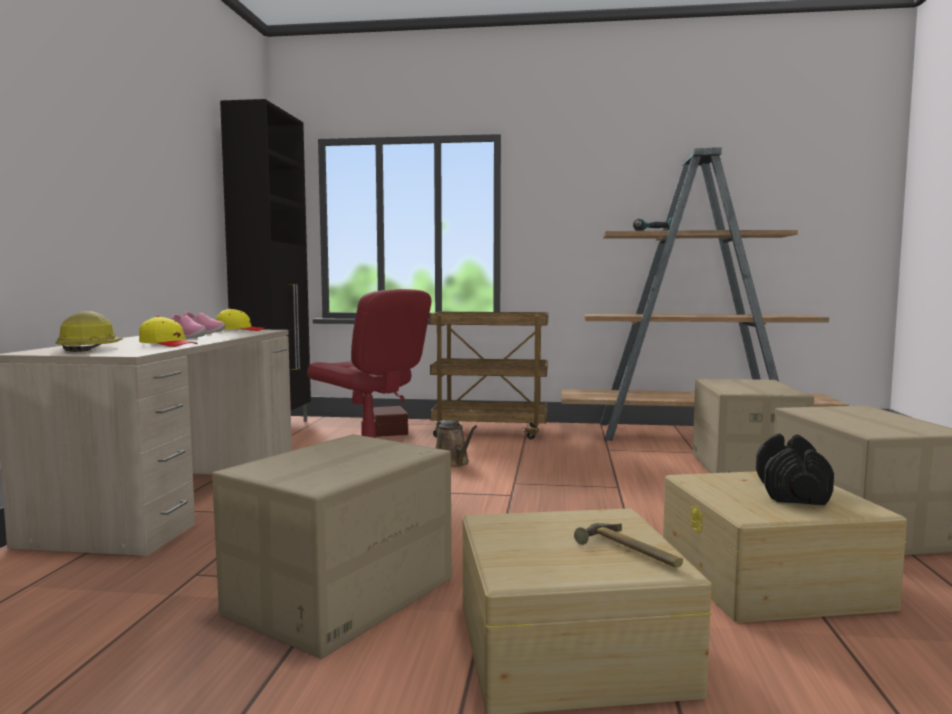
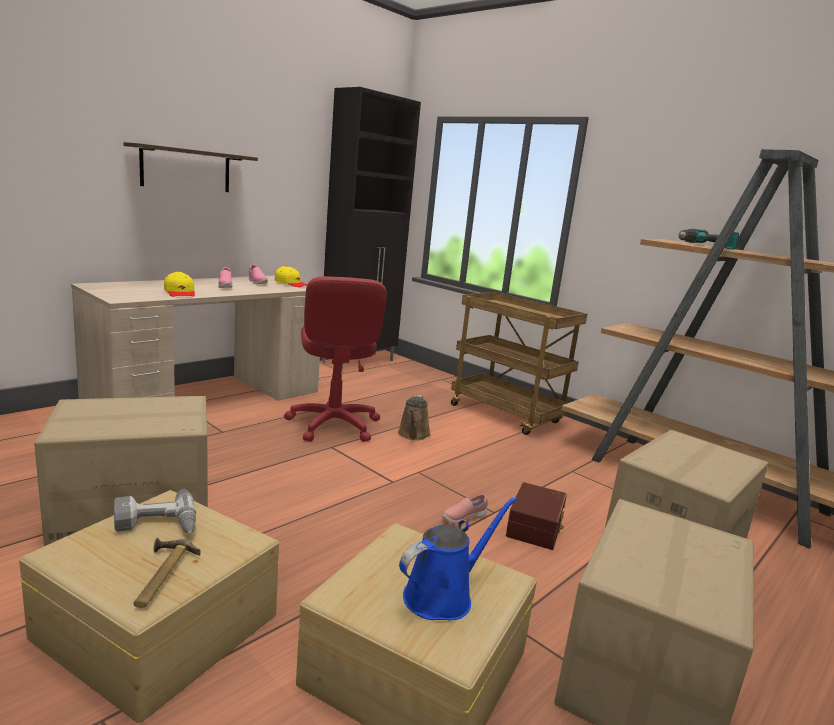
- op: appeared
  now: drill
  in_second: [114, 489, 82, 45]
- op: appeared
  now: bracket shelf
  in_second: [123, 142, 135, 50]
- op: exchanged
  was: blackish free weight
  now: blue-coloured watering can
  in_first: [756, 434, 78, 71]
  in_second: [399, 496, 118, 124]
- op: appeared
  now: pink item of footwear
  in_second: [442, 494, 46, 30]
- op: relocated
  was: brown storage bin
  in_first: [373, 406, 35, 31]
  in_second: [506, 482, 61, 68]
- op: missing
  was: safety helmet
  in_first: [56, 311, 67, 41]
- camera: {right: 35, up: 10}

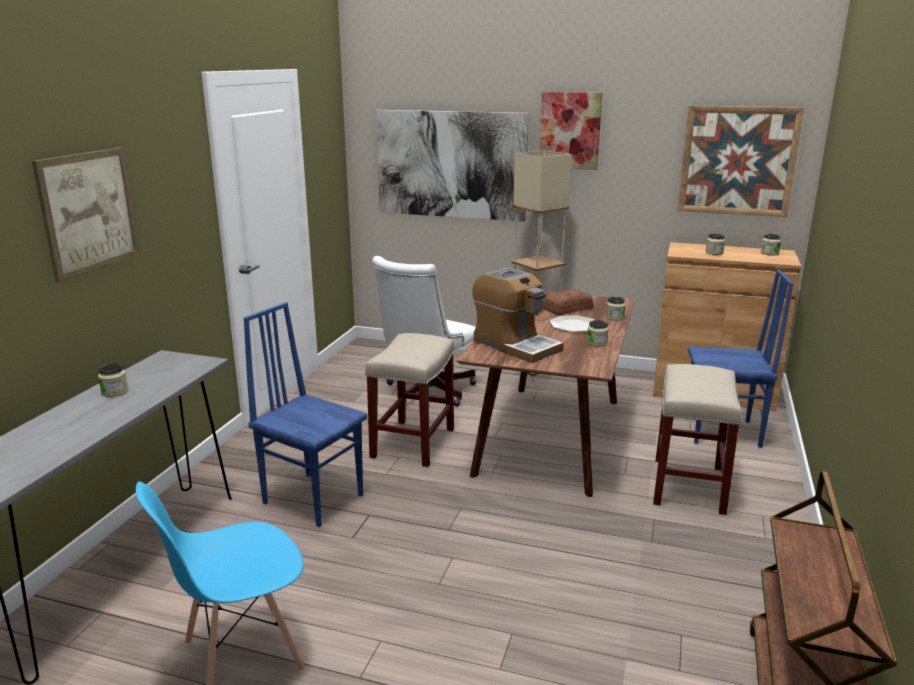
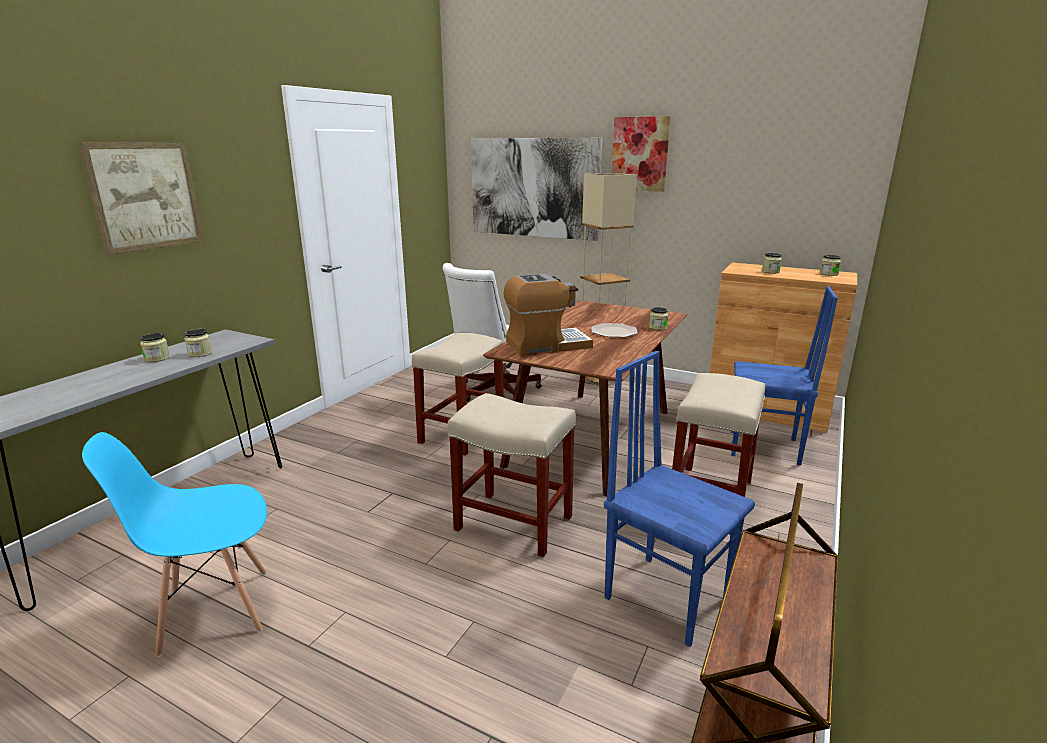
- op: relocated
  was: storage jar
  in_first: [587, 320, 22, 27]
  in_second: [185, 329, 27, 28]
- op: appeared
  now: beige-coloured sitting stool
  in_second: [447, 393, 129, 164]
- op: spun
  was: coffee maker
  in_first: [472, 268, 91, 95]
  in_second: [504, 274, 89, 82]
  clockwise: -75
- op: relocated
  was: blue-coloured plain chair
  in_first: [243, 302, 124, 225]
  in_second: [604, 351, 151, 296]
- op: missing
  was: bakery bread
  in_first: [543, 290, 51, 25]
- op: missing
  was: wall picture
  in_first: [678, 105, 126, 112]
- camera: {right: 10, up: 0}

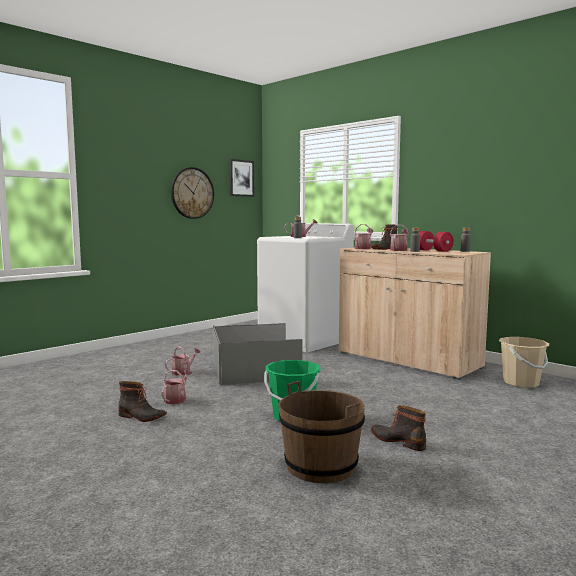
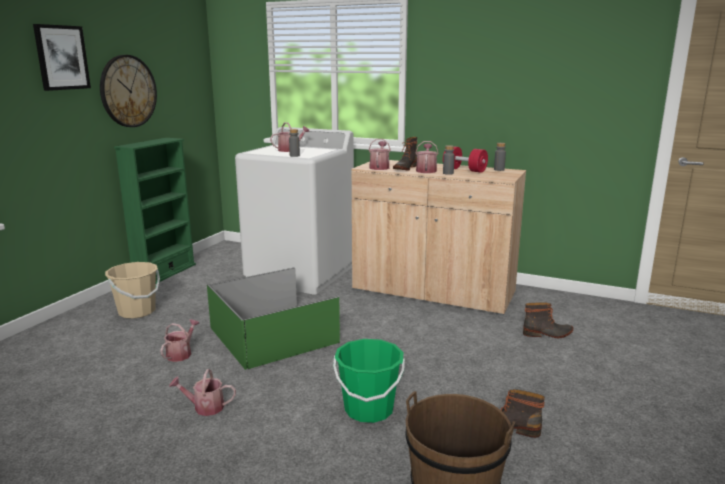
- op: relocated
  was: wall picture
  in_first: [229, 159, 25, 38]
  in_second: [33, 24, 58, 67]
- op: relocated
  was: beige-coloured bucket
  in_first: [499, 337, 50, 51]
  in_second: [105, 262, 55, 57]
- op: appeared
  now: green-coloured bookshelf
  in_second: [114, 138, 82, 145]
- op: spun
  was: watering can
  in_first: [162, 370, 30, 34]
  in_second: [169, 369, 67, 47]
  clockwise: -90
- op: colour
  was: gray storage bin
  now: green-coloured storage bin
  in_first: [213, 323, 89, 62]
  in_second: [207, 267, 133, 103]
- op: relocated
  was: high-top boot
  in_first: [118, 381, 49, 41]
  in_second: [523, 302, 50, 36]
- camera: {right: -20, up: 10}

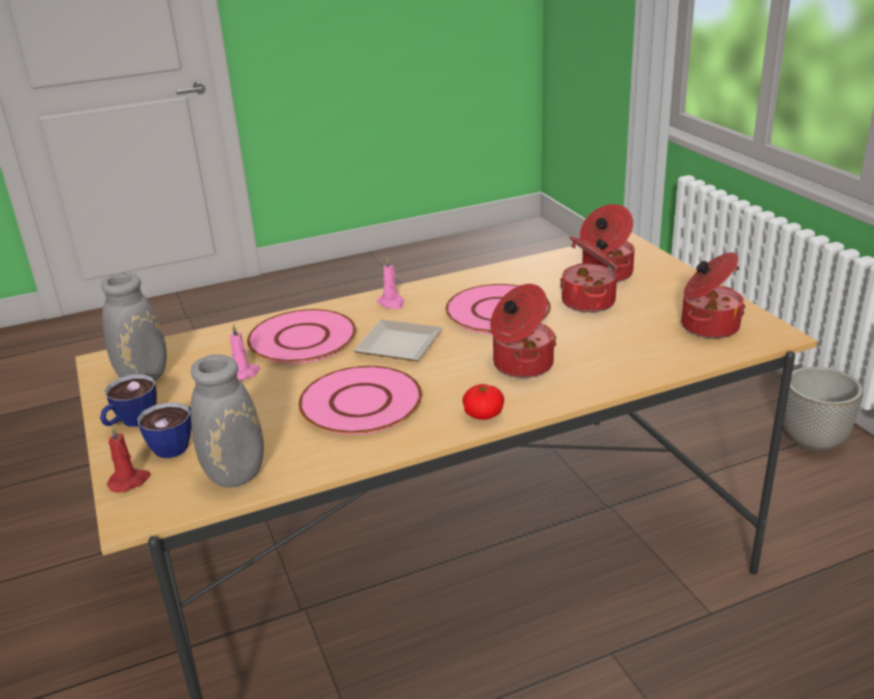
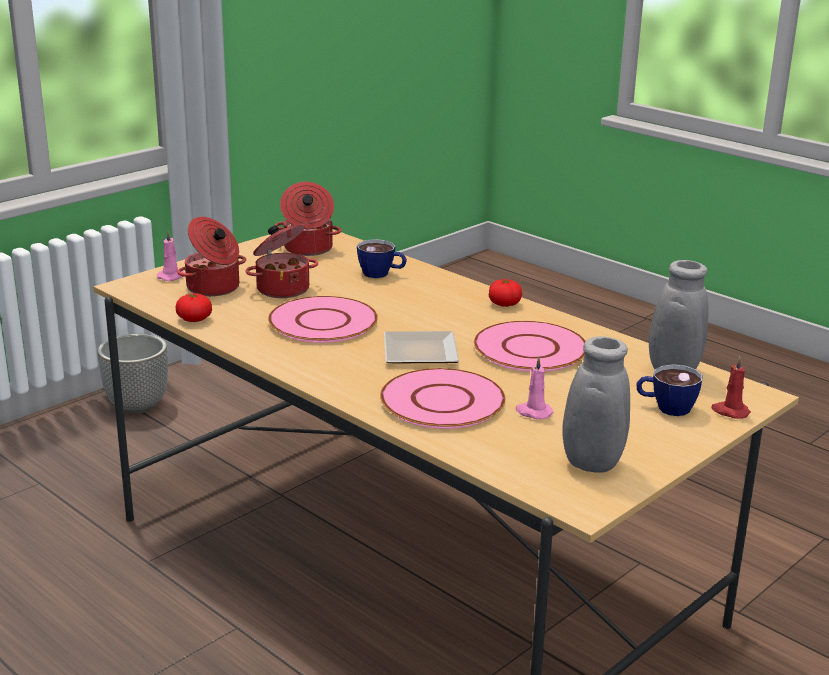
- op: relocated
  was: pink candle
  in_first: [377, 257, 27, 52]
  in_second: [157, 231, 28, 50]
- op: appeared
  now: whole tomato
  in_second: [176, 293, 36, 29]
- op: relocated
  was: cup
  in_first: [100, 374, 57, 53]
  in_second: [357, 239, 50, 39]
- op: missing
  was: stockpot
  in_first: [490, 284, 67, 94]
- camera: {right: -115, up: -5}

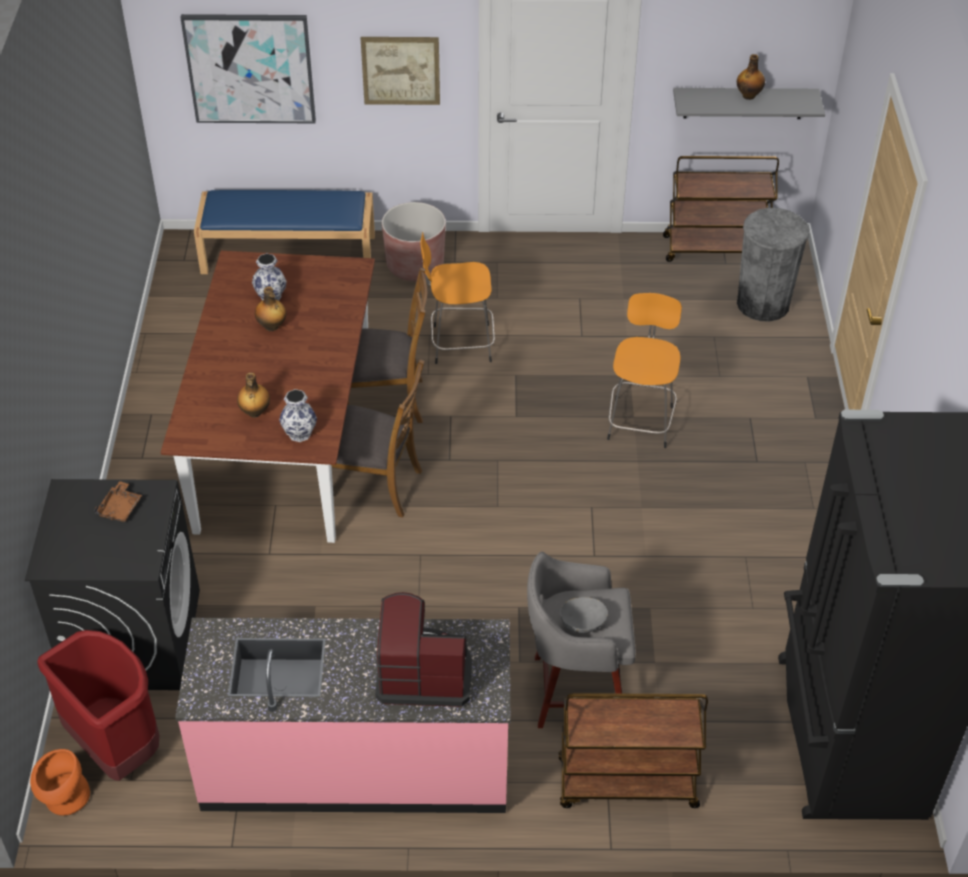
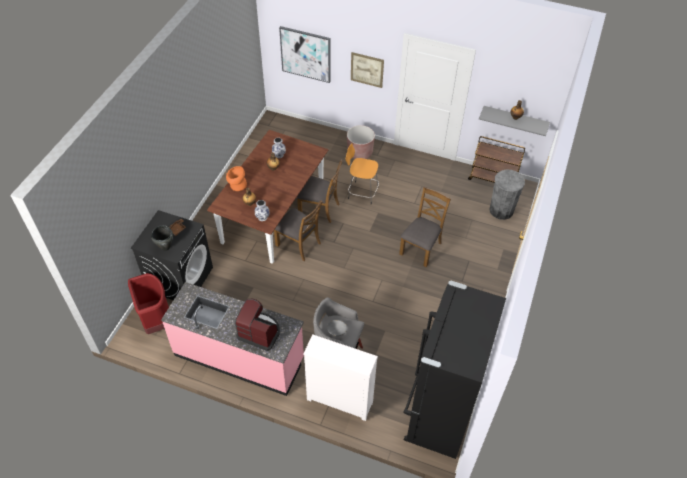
- op: appeared
  now: blackish stockpot
  in_second: [151, 225, 22, 26]
- op: relocated
  was: orange vase
  in_first: [30, 749, 60, 67]
  in_second: [226, 166, 21, 25]
- op: exchanged
  was: brown wheeled cart
  now: whitish chest of drawers
  in_first: [559, 693, 149, 115]
  in_second: [303, 335, 75, 86]
- op: exchanged
  was: orange sitting stool
  now: brown plain chair
  in_first: [607, 293, 75, 155]
  in_second: [399, 186, 52, 81]
- op: missing
  was: blue-coloured long seat
  in_first: [194, 190, 181, 84]
- camera: {right: 20, up: 5}

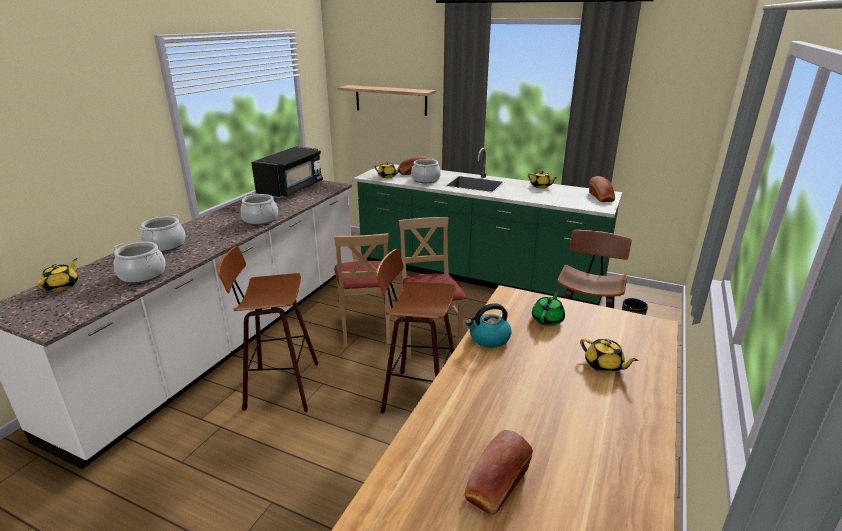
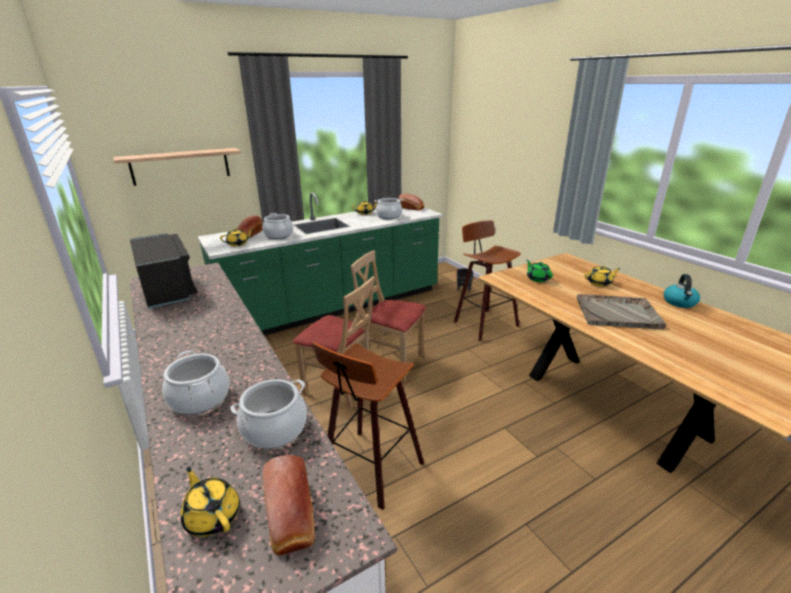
- op: relocated
  was: bakery bread
  in_first: [465, 430, 68, 85]
  in_second: [263, 455, 52, 100]
- op: relocated
  was: stockpot
  in_first: [240, 193, 38, 32]
  in_second: [374, 198, 29, 21]
- op: appeared
  now: gray tray
  in_second: [577, 294, 89, 35]
- op: relocated
  was: water kettle
  in_first: [466, 303, 45, 45]
  in_second: [664, 274, 36, 34]
- op: missing
  was: sitting stool
  in_first: [376, 249, 80, 164]
- camera: {right: -55, up: 0}

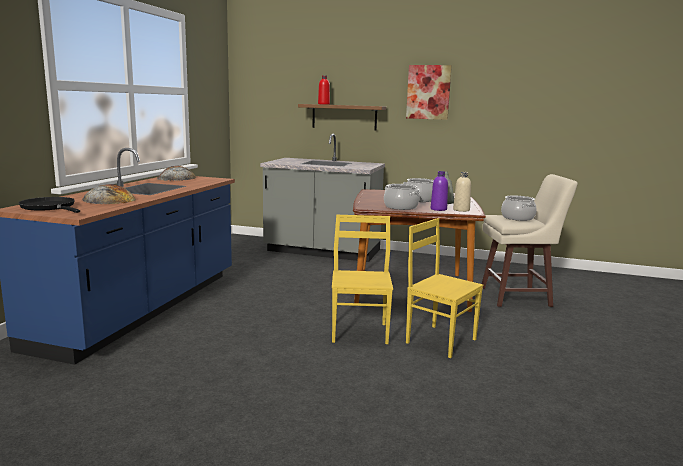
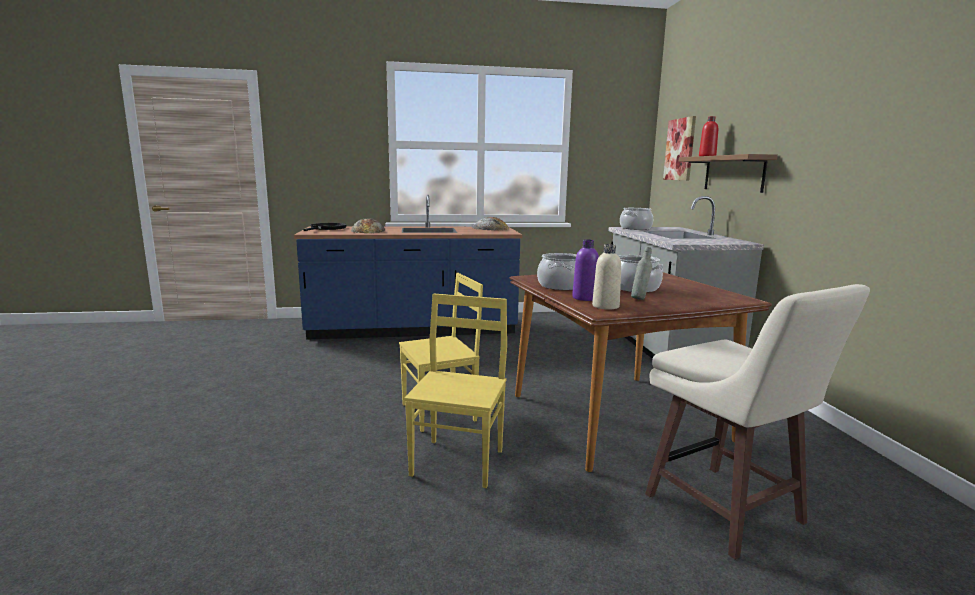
- op: relocated
  was: stockpot
  in_first: [501, 195, 36, 26]
  in_second: [620, 208, 33, 22]
- op: relocated
  was: wall picture
  in_first: [406, 65, 46, 55]
  in_second: [663, 116, 33, 64]
- camera: {right: 65, up: 0}

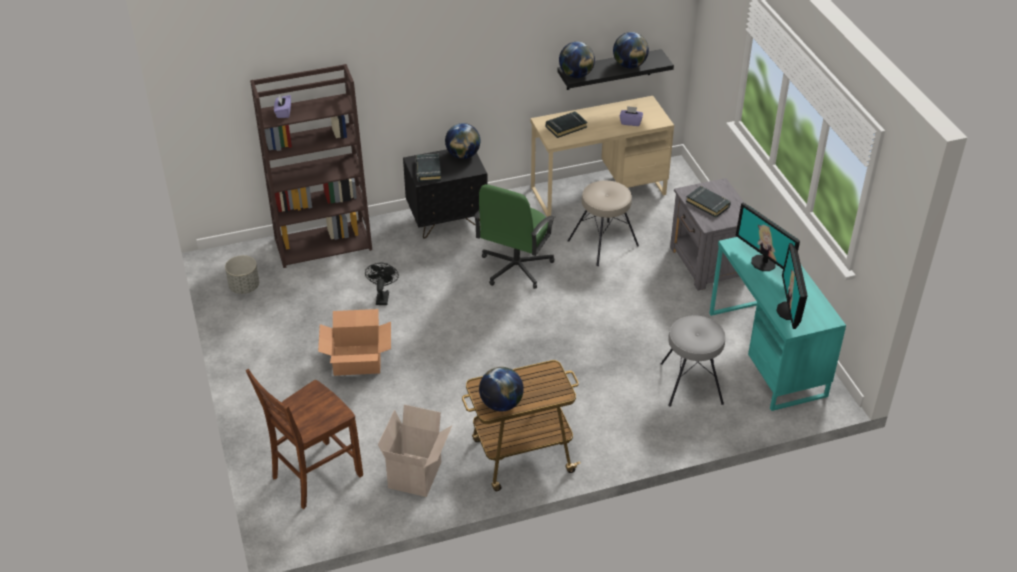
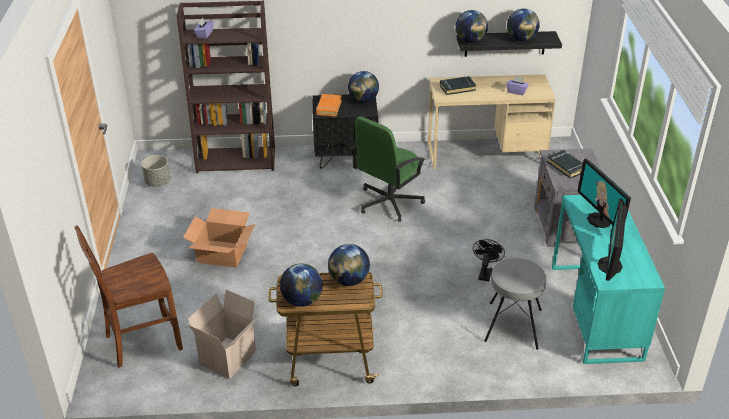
- op: colour
  was: blackish bound book
  now: orange bound book
  in_first: [416, 154, 25, 28]
  in_second: [316, 94, 26, 22]
- op: appeared
  now: globe
  in_second: [328, 244, 42, 42]
- op: relocated
  was: blackish electric fan
  in_first: [365, 262, 34, 43]
  in_second: [473, 239, 32, 43]
- op: missing
  was: beige-coloured sitting stool
  in_first: [568, 180, 71, 86]
- camera: {right: 15, up: -5}

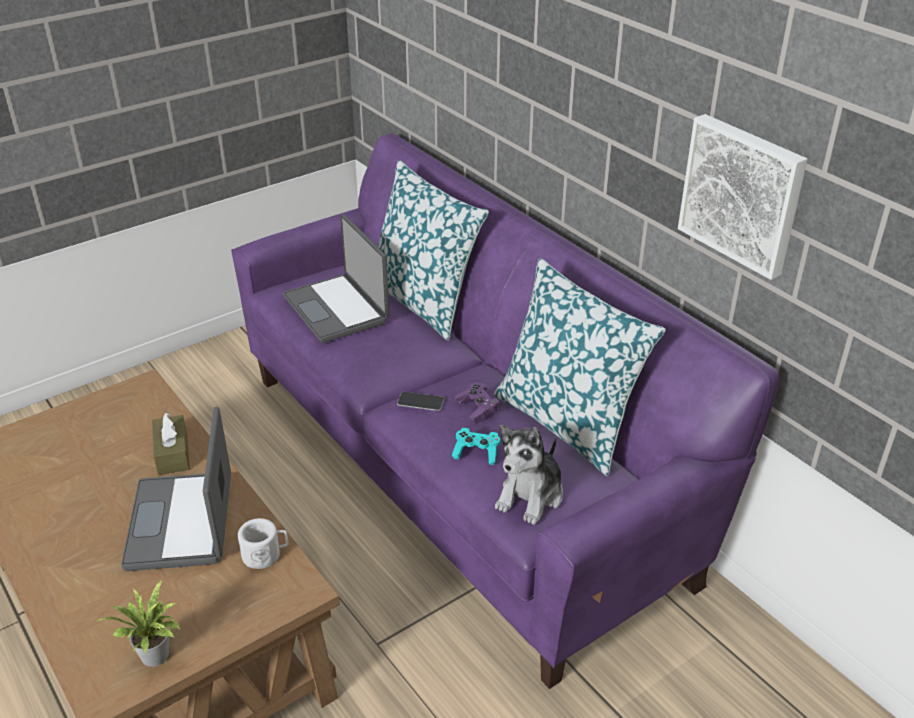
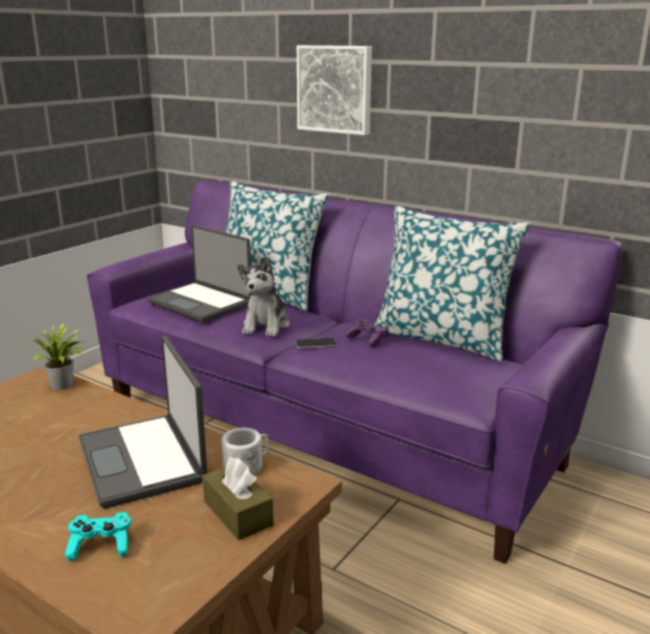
- op: relocated
  was: plant in a pot
  in_first: [94, 580, 87, 87]
  in_second: [24, 323, 61, 67]
- op: relocated
  was: blue-green game controller
  in_first: [452, 428, 48, 37]
  in_second: [65, 512, 66, 49]
- op: relocated
  was: brown tissue box
  in_first: [152, 412, 38, 63]
  in_second: [202, 457, 71, 83]
- op: relocated
  was: cuddly toy
  in_first: [495, 425, 68, 100]
  in_second: [238, 256, 52, 81]
- op: relocated
  was: wall picture
  in_first: [678, 114, 130, 166]
  in_second: [297, 45, 75, 90]
- camera: {right: -20, up: -15}

